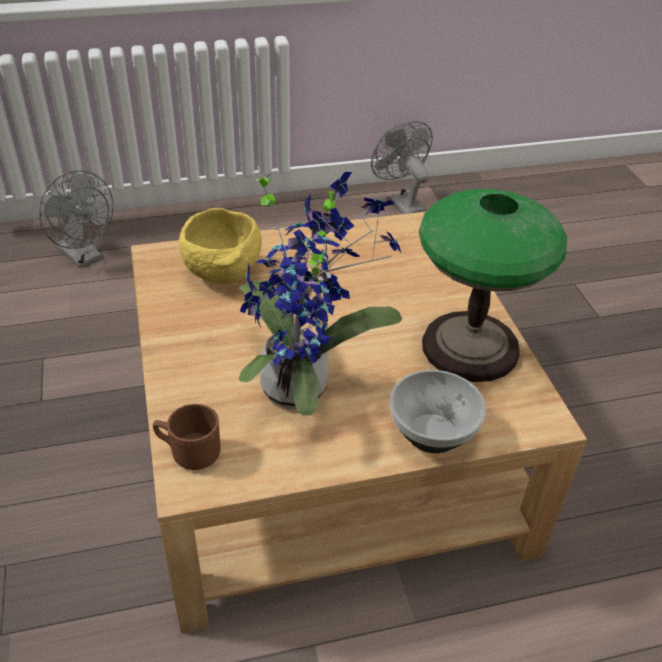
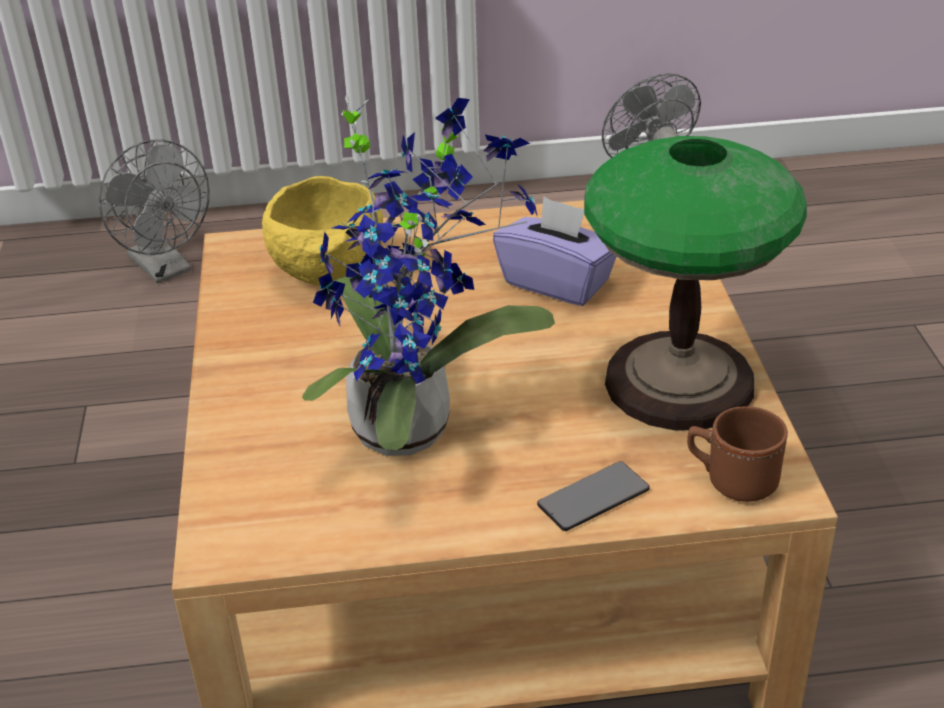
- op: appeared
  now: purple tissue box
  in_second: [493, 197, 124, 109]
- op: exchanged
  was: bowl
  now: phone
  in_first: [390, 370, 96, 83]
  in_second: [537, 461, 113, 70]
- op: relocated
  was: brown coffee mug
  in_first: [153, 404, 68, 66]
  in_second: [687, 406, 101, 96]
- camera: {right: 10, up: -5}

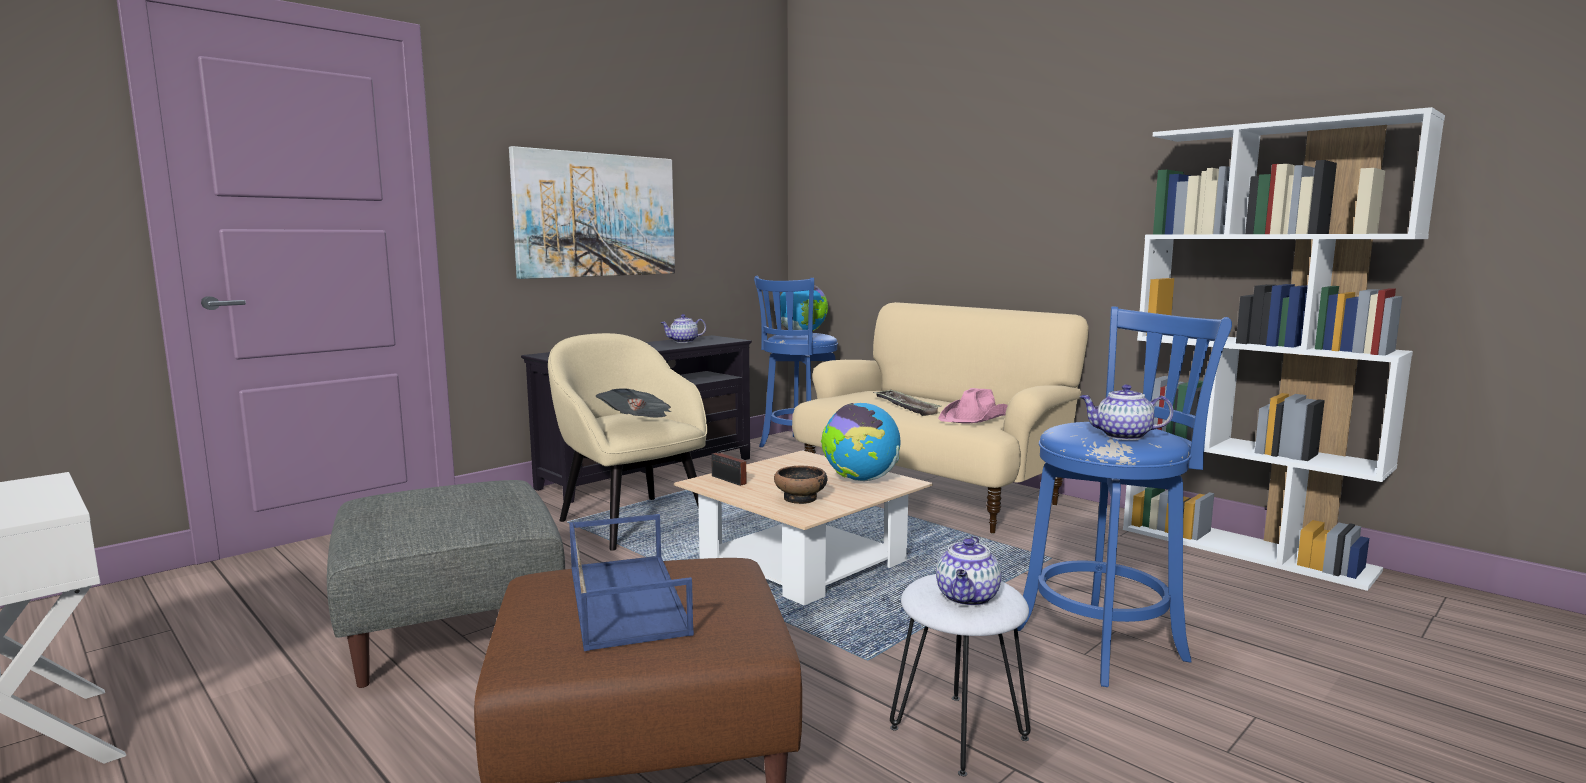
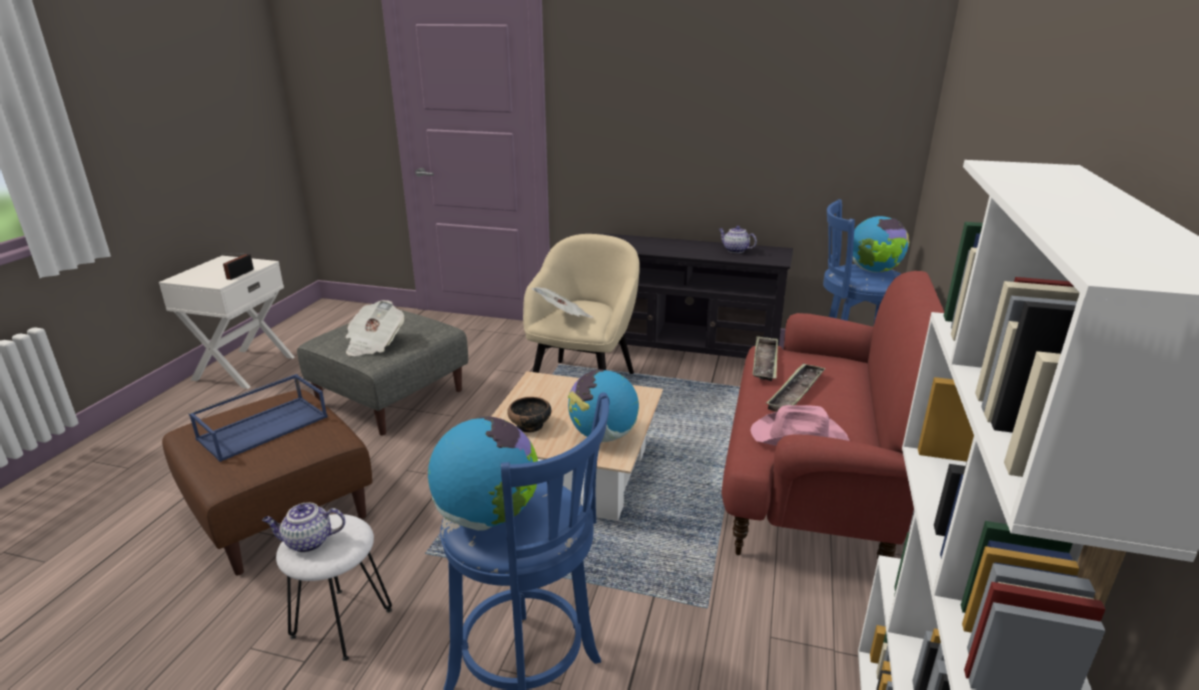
- op: relocated
  was: radio set
  in_first: [711, 444, 37, 42]
  in_second: [220, 253, 34, 27]
- op: appeared
  now: printed paper
  in_second: [346, 300, 58, 56]
- op: exchanged
  was: teapot
  now: globe
  in_first: [1080, 384, 93, 56]
  in_second: [428, 416, 110, 115]
- op: colour
  was: beige-coloured settee
  now: reddish settee
  in_first: [792, 302, 297, 232]
  in_second: [722, 271, 222, 288]
- op: appeared
  now: tray
  in_second: [752, 336, 26, 45]
- op: missing
  was: wall picture
  in_first: [509, 146, 166, 133]
- camera: {right: 60, up: 15}

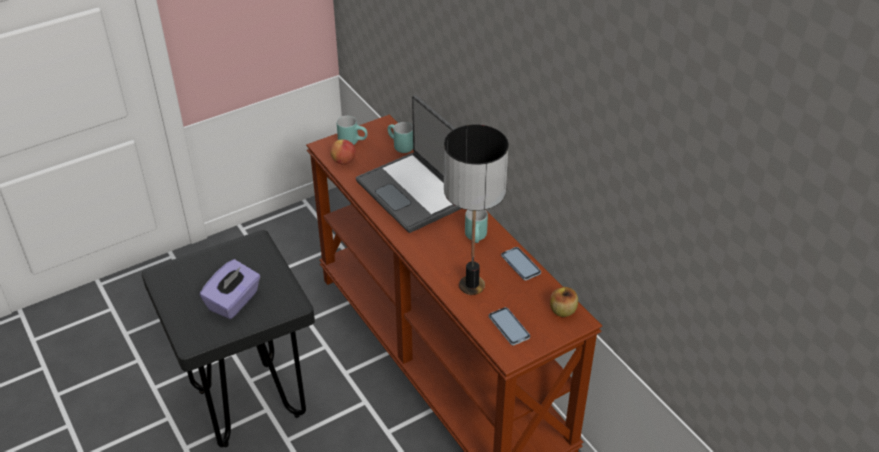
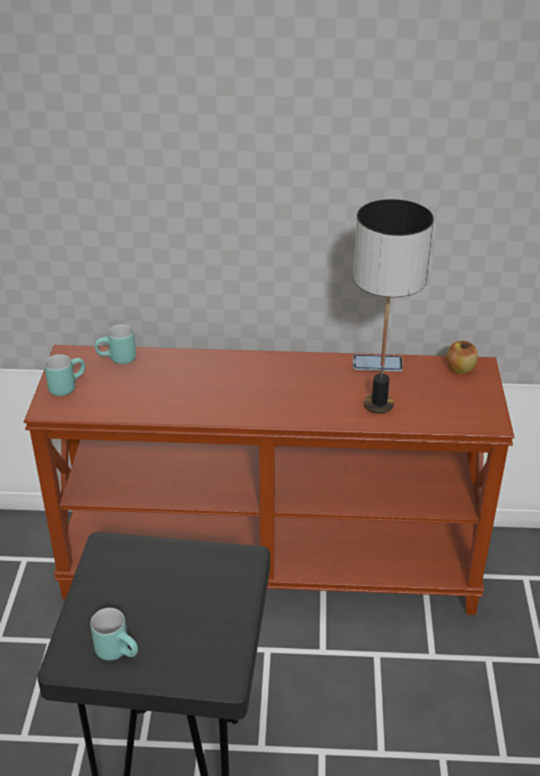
- op: relocated
  was: blue-green coffee mug
  in_first: [465, 210, 23, 33]
  in_second: [90, 608, 48, 52]
- op: missing
  was: purple tissue box
  in_first: [200, 259, 61, 60]
- op: missing
  was: apple fruit
  in_first: [330, 139, 26, 26]
- op: missing
  was: portable computer
  in_first: [356, 95, 106, 138]
- op: missing
  was: phone
  in_first: [489, 307, 41, 38]
- camera: {right: -55, up: -5}

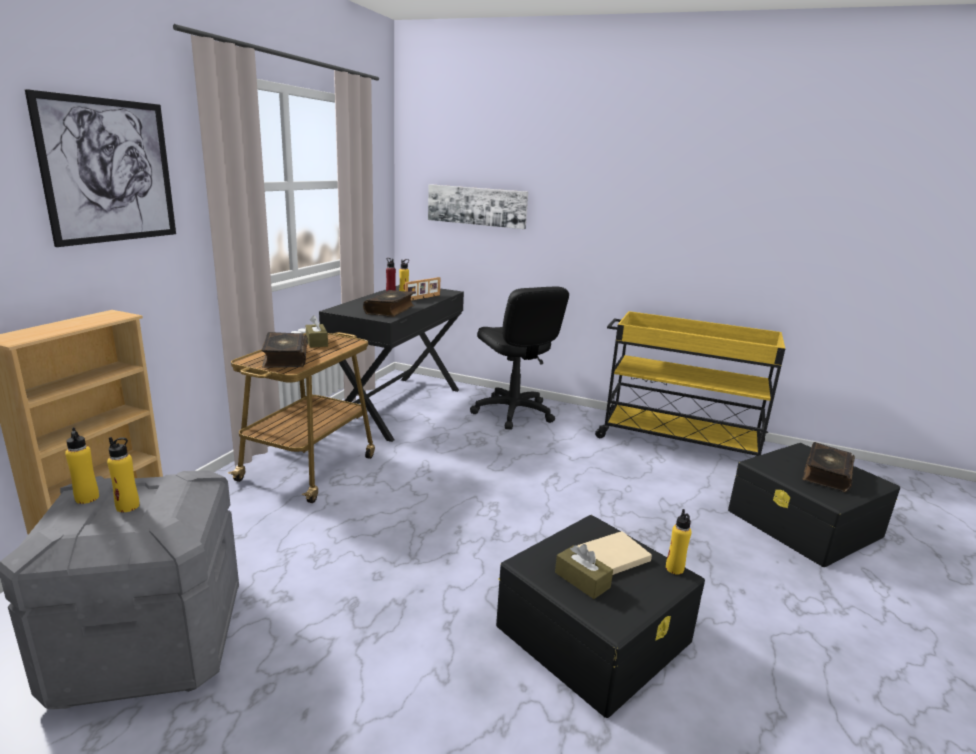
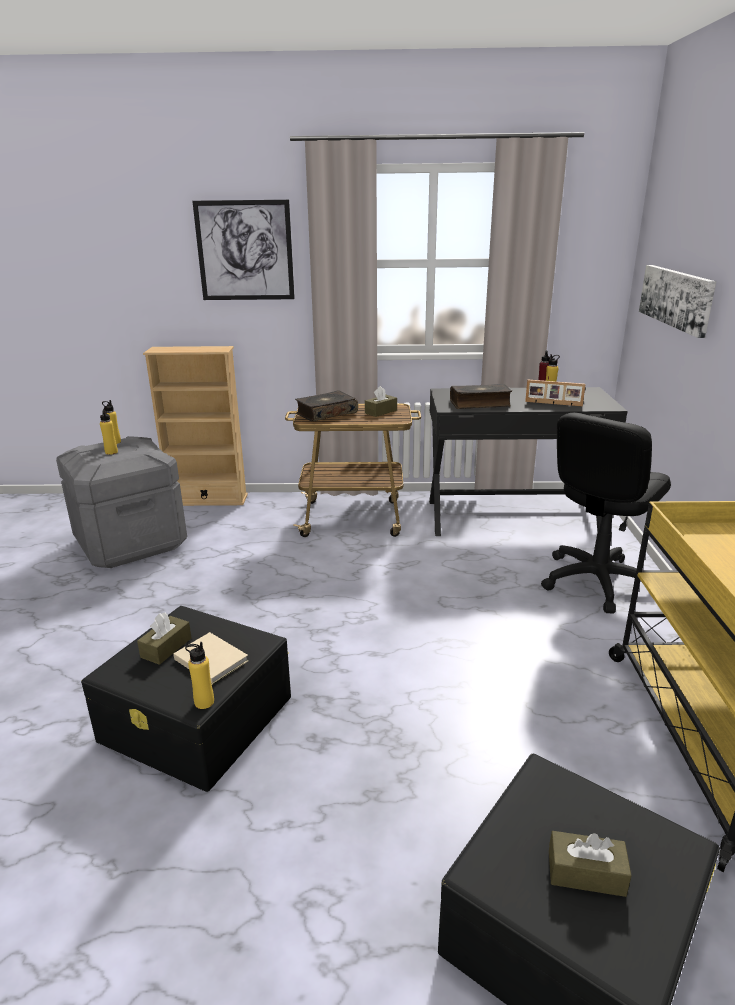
- op: exchanged
  was: bound book
  now: brown tissue box
  in_first: [803, 442, 52, 50]
  in_second: [549, 831, 83, 66]
- camera: {right: 70, up: 5}

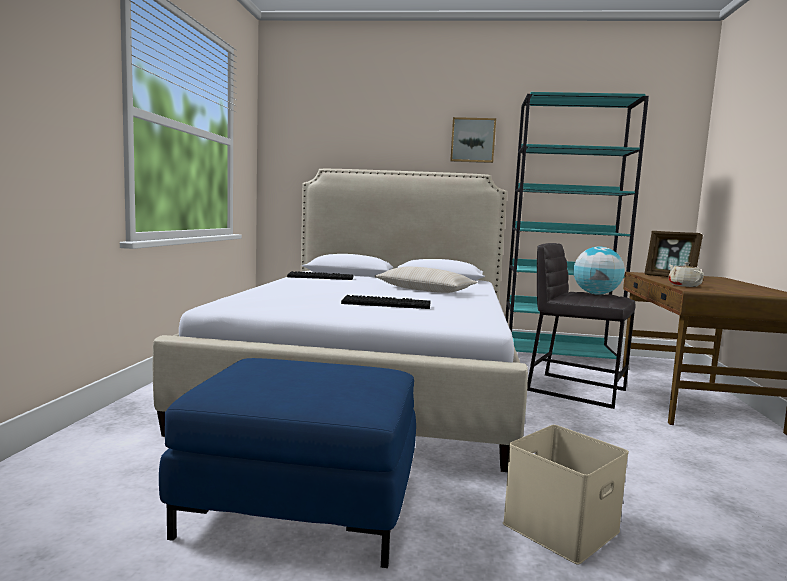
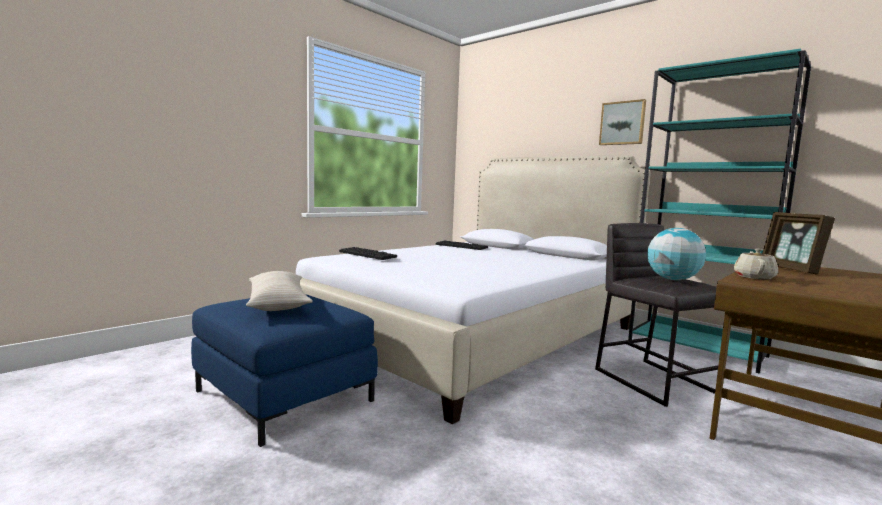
- op: relocated
  was: beige-coloured cushion
  in_first: [374, 267, 104, 26]
  in_second: [246, 271, 67, 40]
- op: relocated
  was: keyboard
  in_first: [341, 295, 89, 14]
  in_second: [339, 247, 58, 13]
- op: missing
  was: beige-coloured storage bin
  in_first: [503, 425, 126, 139]
- camera: {right: 35, up: 0}

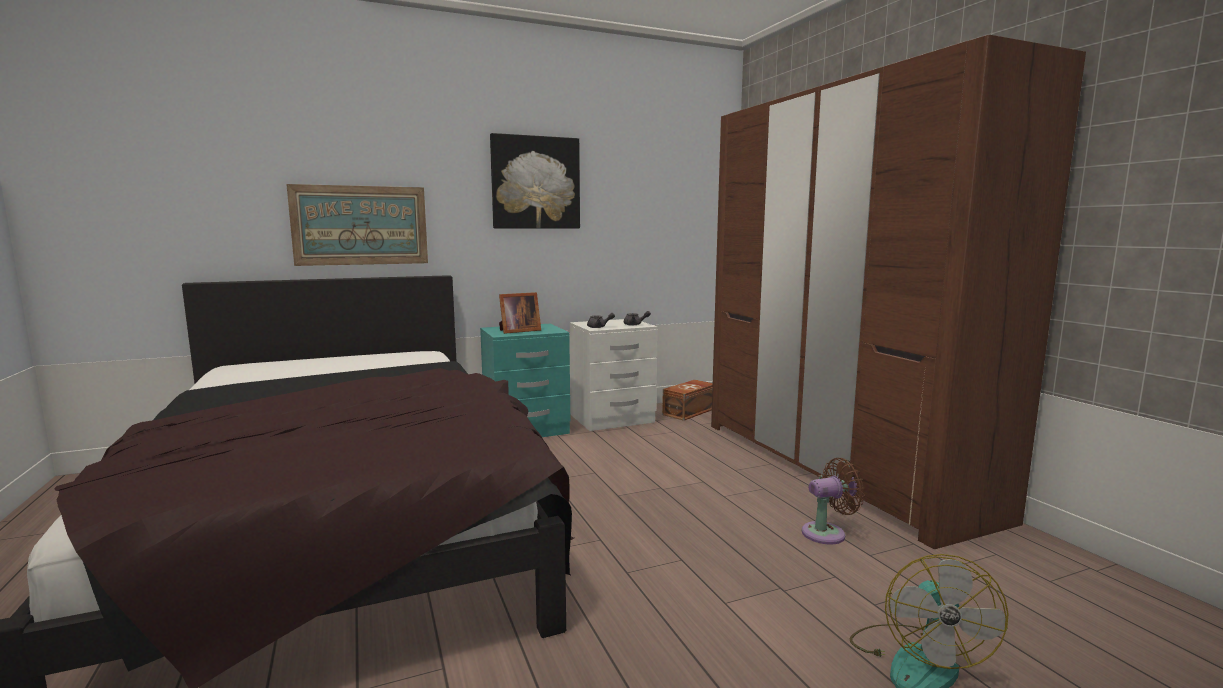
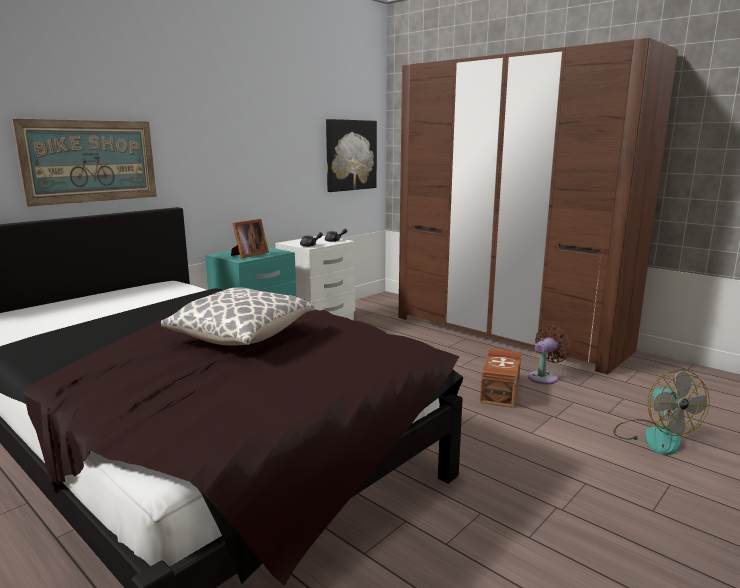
- op: appeared
  now: cushion
  in_second: [161, 287, 154, 59]
- op: relocated
  was: wall picture
  in_first: [490, 133, 90, 96]
  in_second: [326, 119, 51, 73]
- op: relocated
  was: brown storage bin
  in_first: [662, 380, 51, 41]
  in_second: [480, 349, 41, 59]
- camera: {right: -25, up: 5}

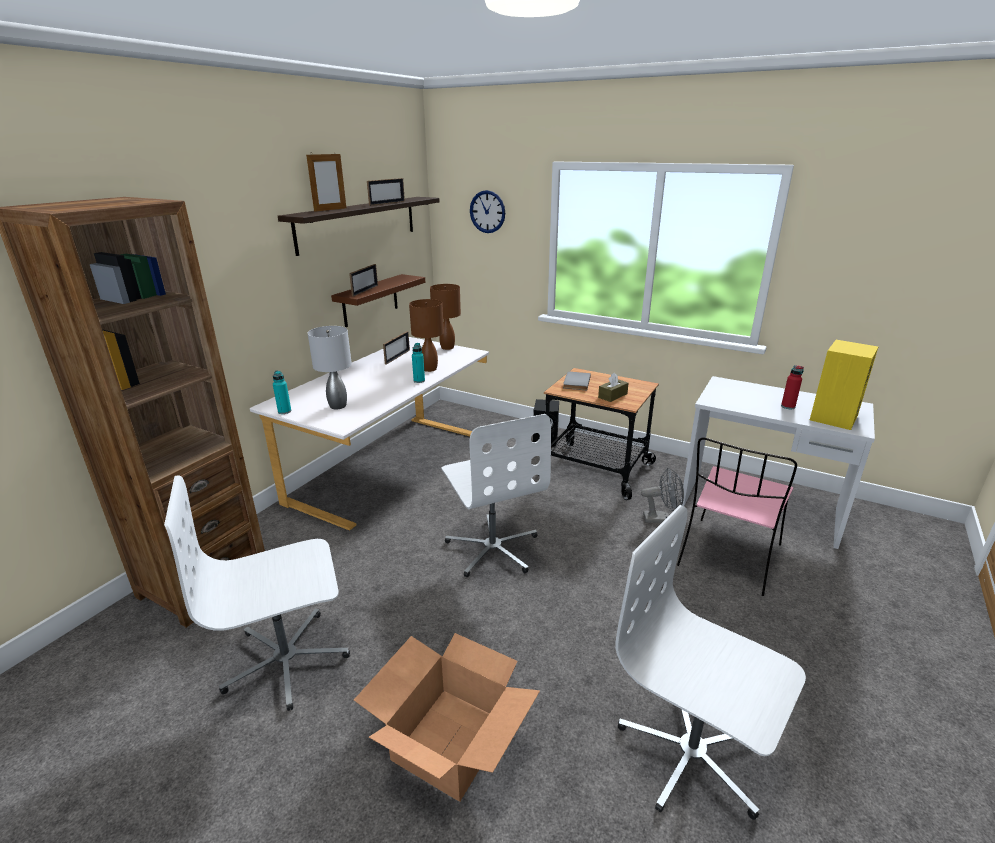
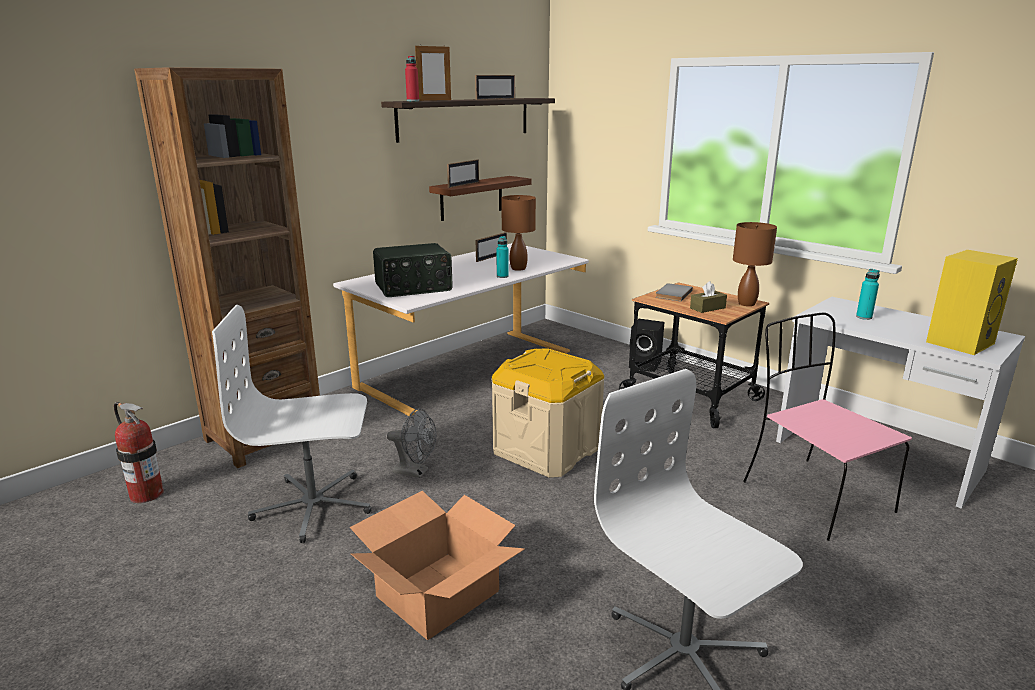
- op: appeared
  now: fire-fighting cylinder
  in_second: [114, 402, 50, 101]
- op: exchanged
  was: gray tabletop lamp
  now: radio set
  in_first: [308, 326, 44, 83]
  in_second: [373, 243, 80, 54]
- op: relocated
  was: gray electric fan
  in_first: [641, 468, 43, 55]
  in_second: [387, 408, 49, 70]
- op: relocated
  was: reddish beverage bottle
  in_first: [781, 365, 23, 44]
  in_second: [405, 56, 14, 45]
- op: exchanged
  was: whitish computer chair
  now: beige-coloured storage bin
  in_first: [441, 414, 110, 163]
  in_second: [491, 348, 114, 130]
- op: relocated
  was: brown tabletop lamp
  in_first: [430, 284, 31, 66]
  in_second: [733, 222, 44, 84]
- op: spun
  was: pink plain chair
  in_first: [677, 437, 120, 159]
  in_second: [743, 312, 169, 229]
  clockwise: 105
- op: relocated
  was: blue-green beverage bottle
  in_first: [273, 370, 18, 44]
  in_second: [856, 269, 24, 51]
- op: missing
  was: wall clock
  in_first: [470, 190, 35, 43]
- camera: {right: 15, up: -5}

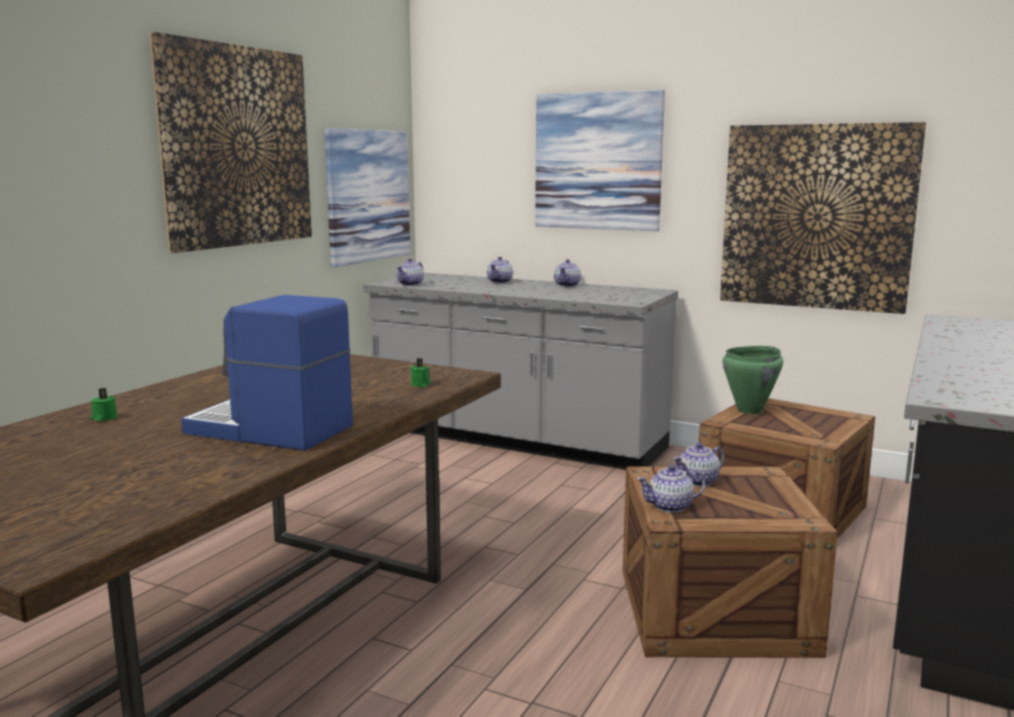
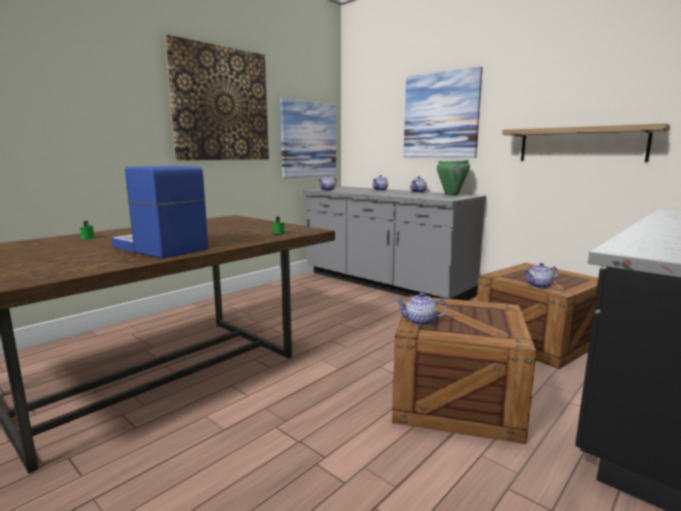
- op: relocated
  was: green-coloured stockpot
  in_first: [722, 346, 61, 68]
  in_second: [437, 160, 33, 36]
- op: exchanged
  was: wall picture
  now: bracket shelf
  in_first: [720, 122, 206, 192]
  in_second: [502, 123, 168, 39]
- op: relocated
  was: teapot
  in_first: [672, 443, 53, 44]
  in_second: [524, 263, 34, 25]
- camera: {right: 15, up: 0}

